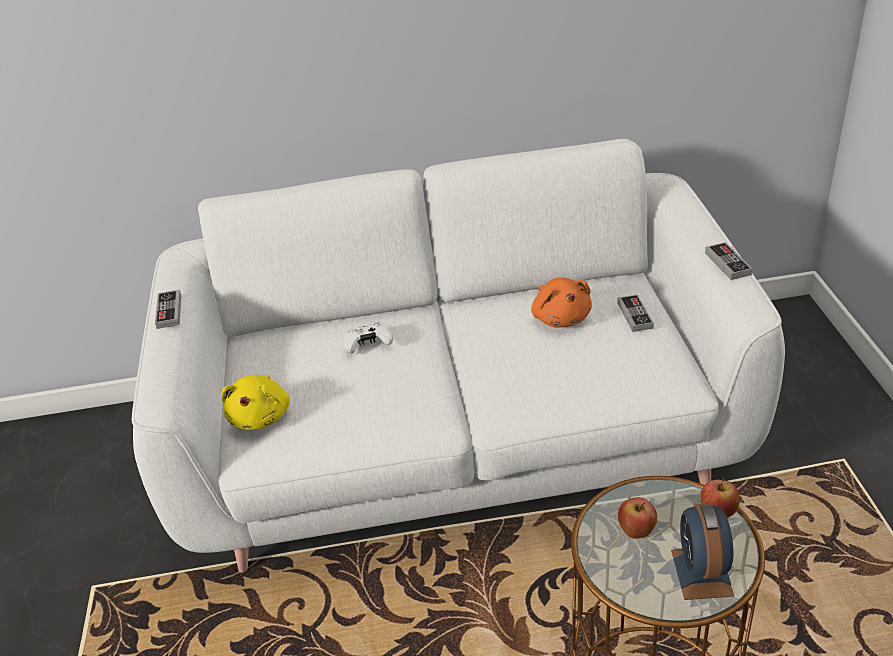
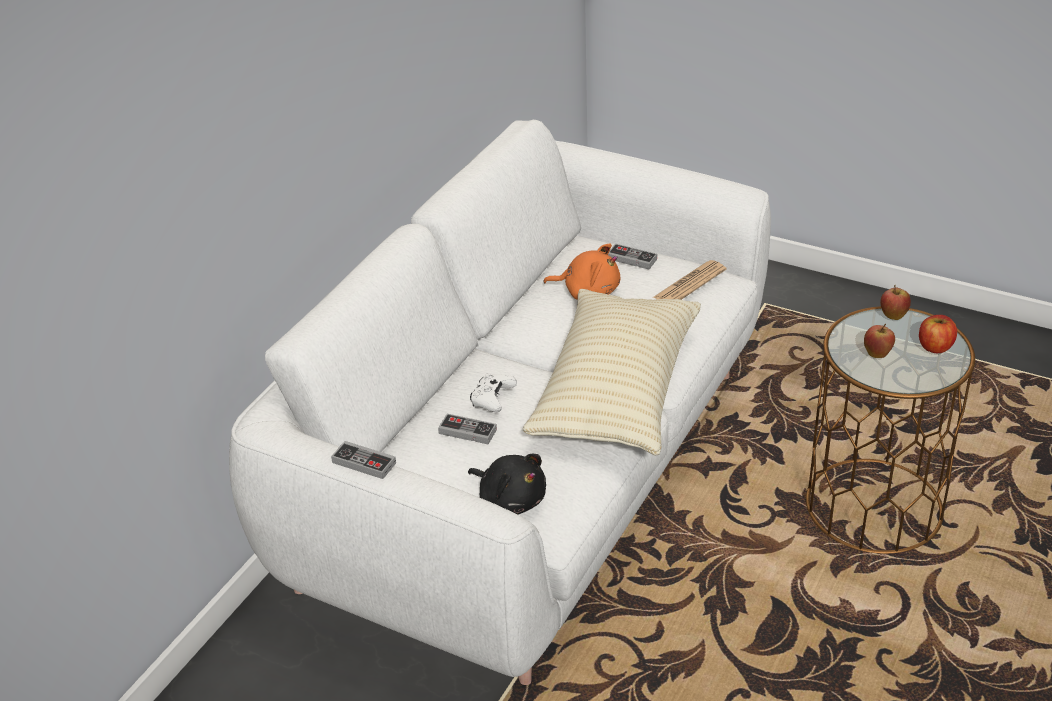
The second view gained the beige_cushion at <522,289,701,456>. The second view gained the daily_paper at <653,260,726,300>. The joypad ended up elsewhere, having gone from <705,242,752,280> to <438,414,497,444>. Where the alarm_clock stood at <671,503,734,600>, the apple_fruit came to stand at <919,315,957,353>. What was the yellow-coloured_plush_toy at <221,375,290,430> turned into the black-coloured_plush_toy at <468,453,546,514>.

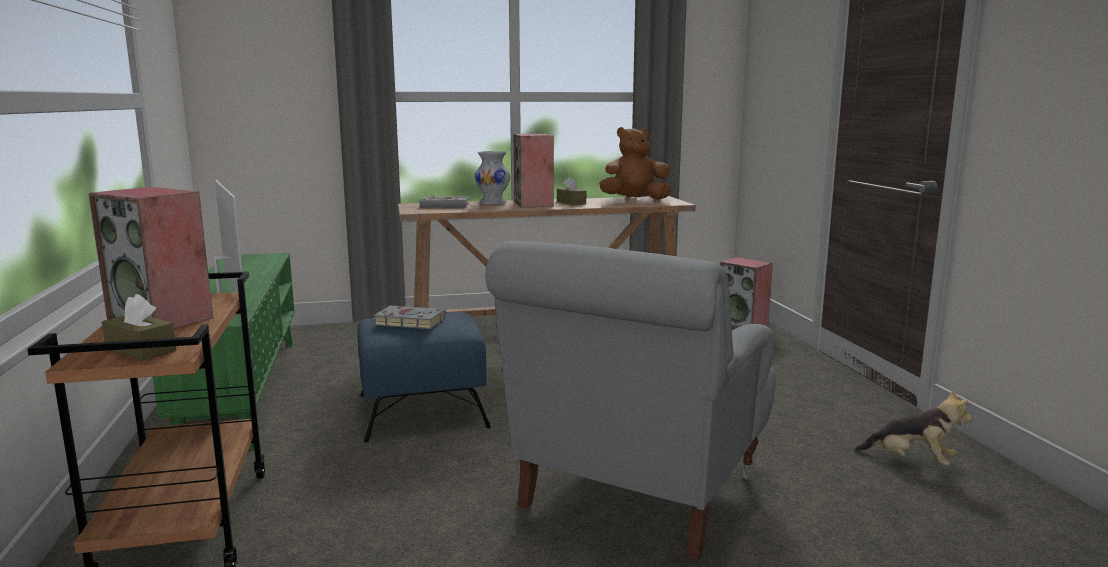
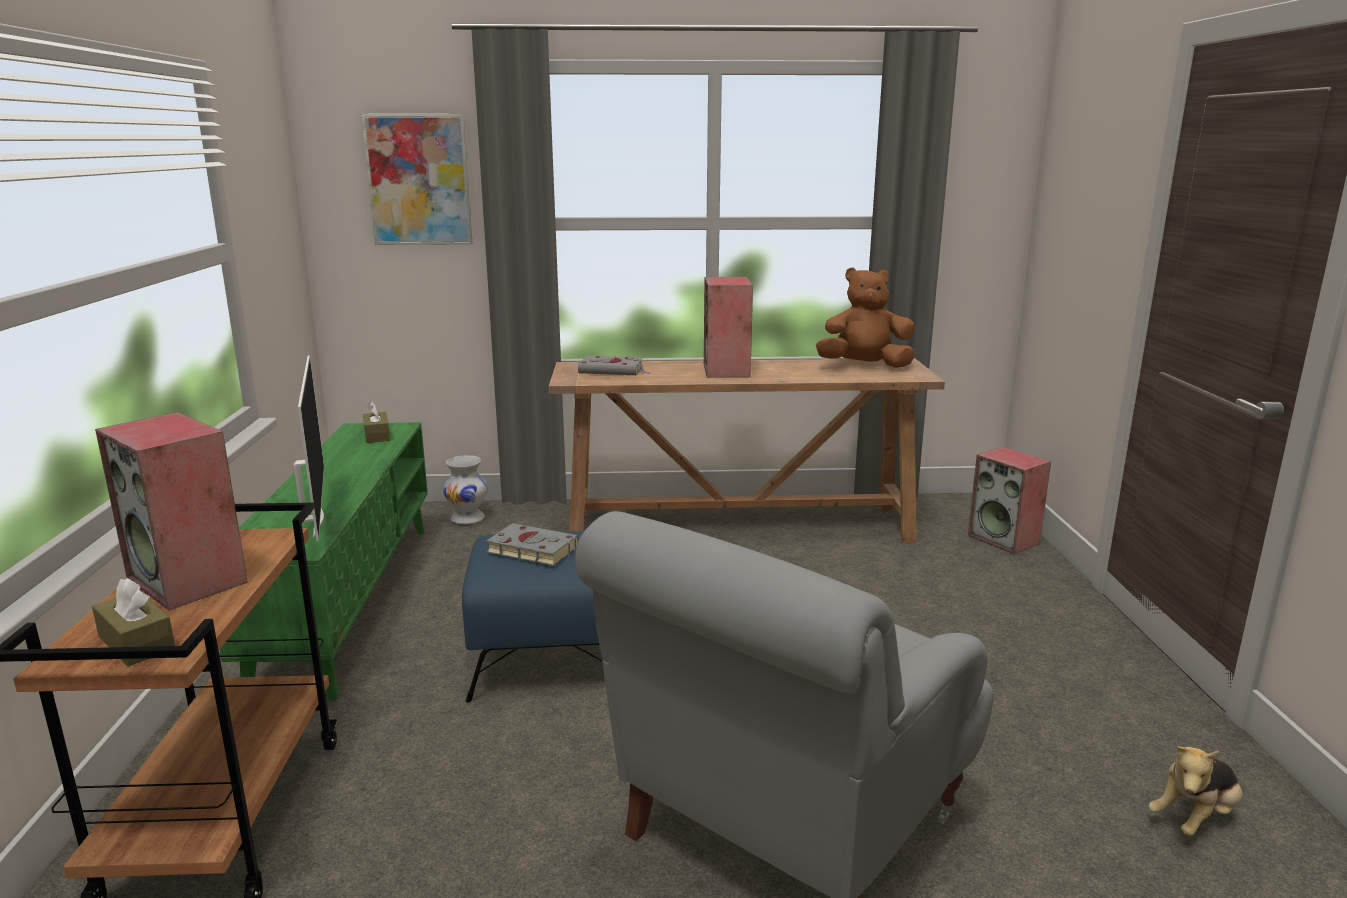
The second view gained the picture at <362,114,473,245>. The white_vase ended up elsewhere, having gone from <475,151,510,205> to <443,455,488,524>. The brown_tissue_box ended up elsewhere, having gone from <557,176,586,205> to <363,401,390,443>. The plush_toy at <855,390,973,465> ended up facing another way, 105 degrees clockwise from before.

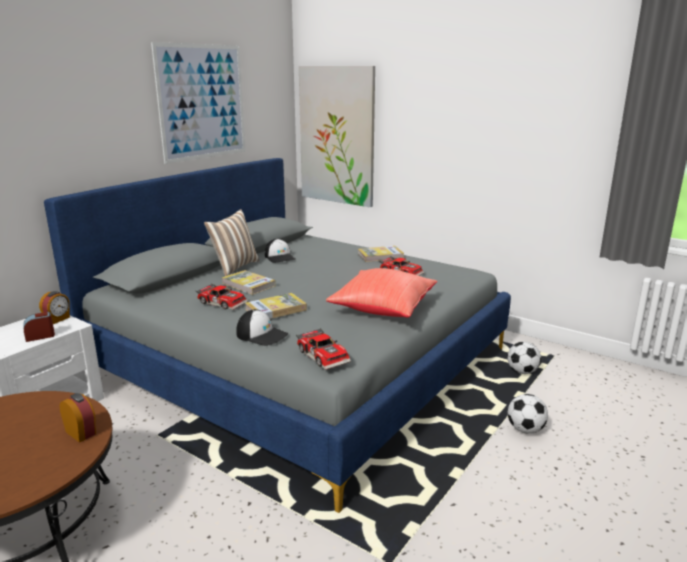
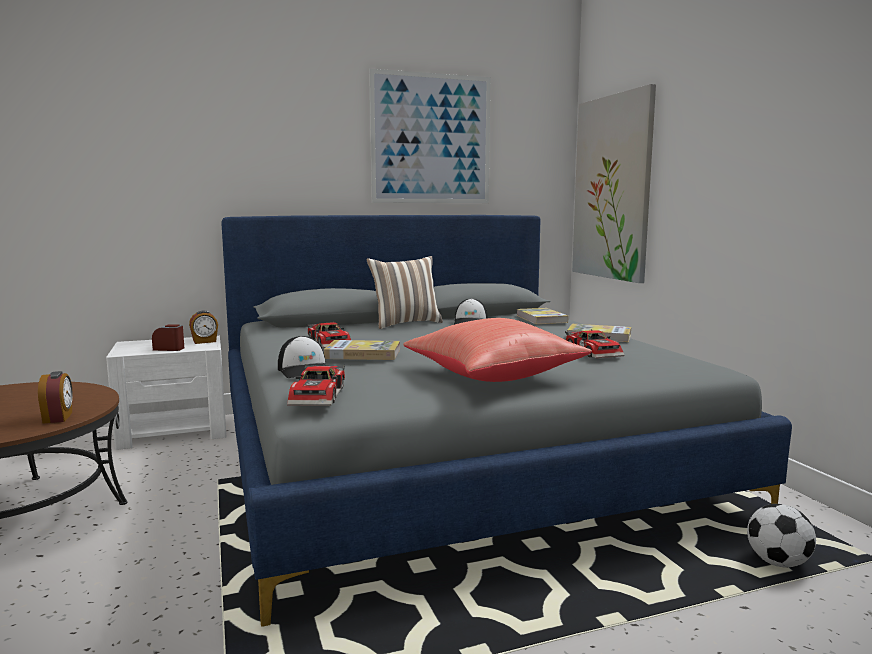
The second view lost the ball_for_football at <508,394,548,434>. The book ended up elsewhere, having gone from <222,270,275,295> to <516,308,568,324>.

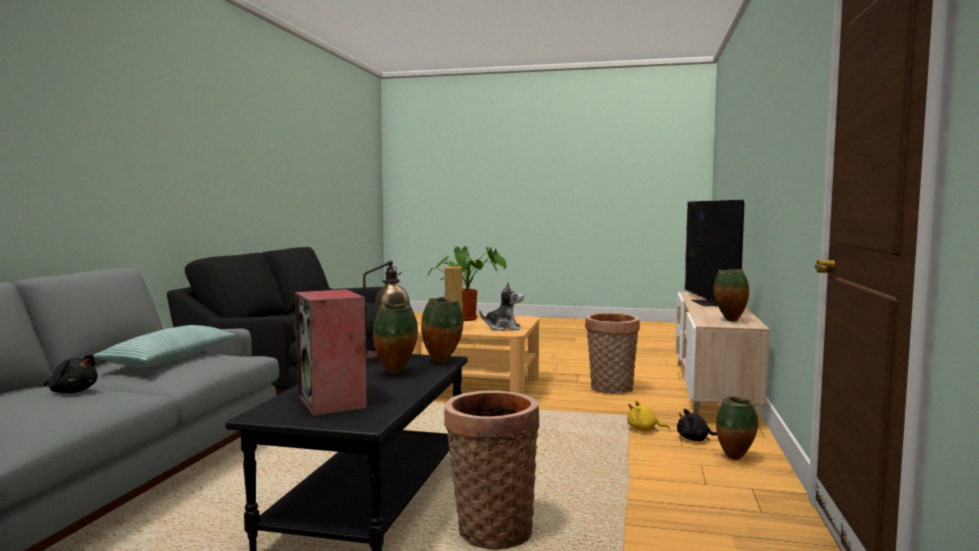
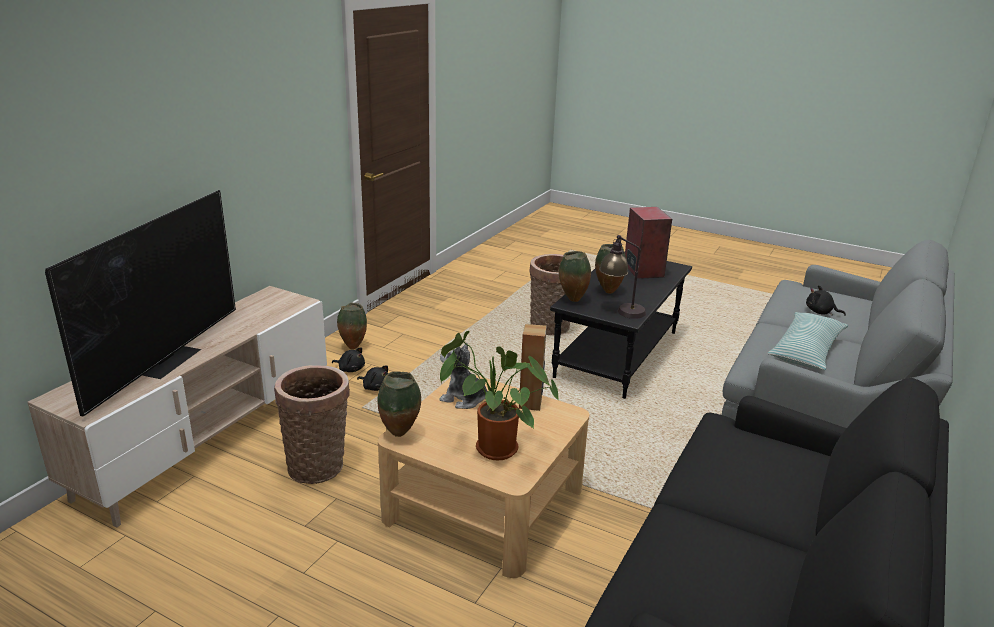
The vase ended up elsewhere, having gone from <714,269,749,321> to <377,371,421,437>. What was the yellow-coloured_plush_toy at <627,400,670,432> turned into the black-coloured_plush_toy at <357,365,388,391>.

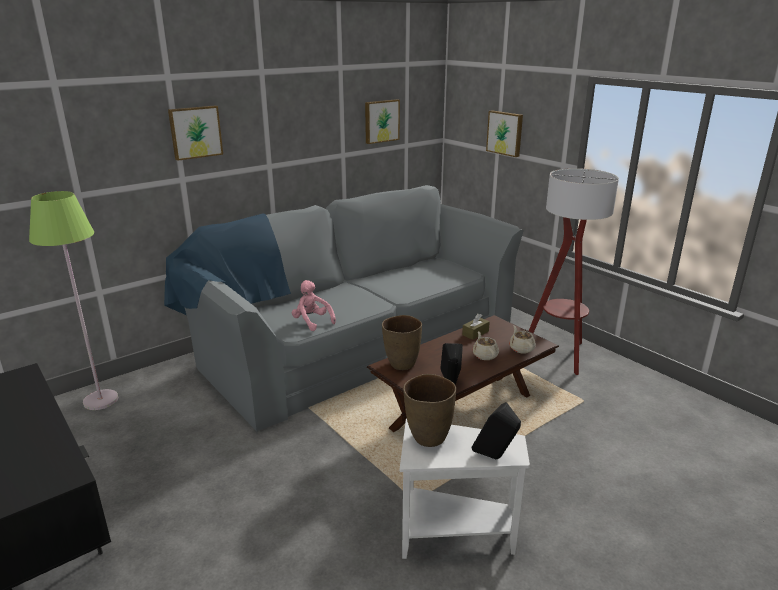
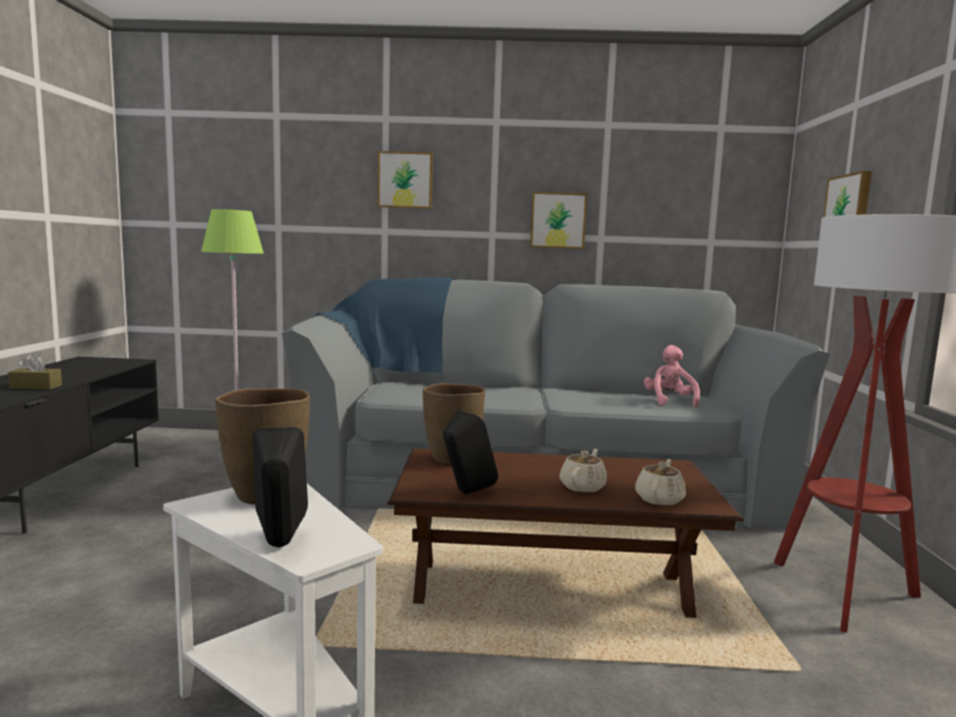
The pink-coloured_plush_toy ended up elsewhere, having gone from <292,280,336,331> to <644,345,700,407>. The picture ended up elsewhere, having gone from <365,99,400,144> to <530,192,587,249>. The brown_tissue_box ended up elsewhere, having gone from <462,314,490,340> to <8,354,62,390>.

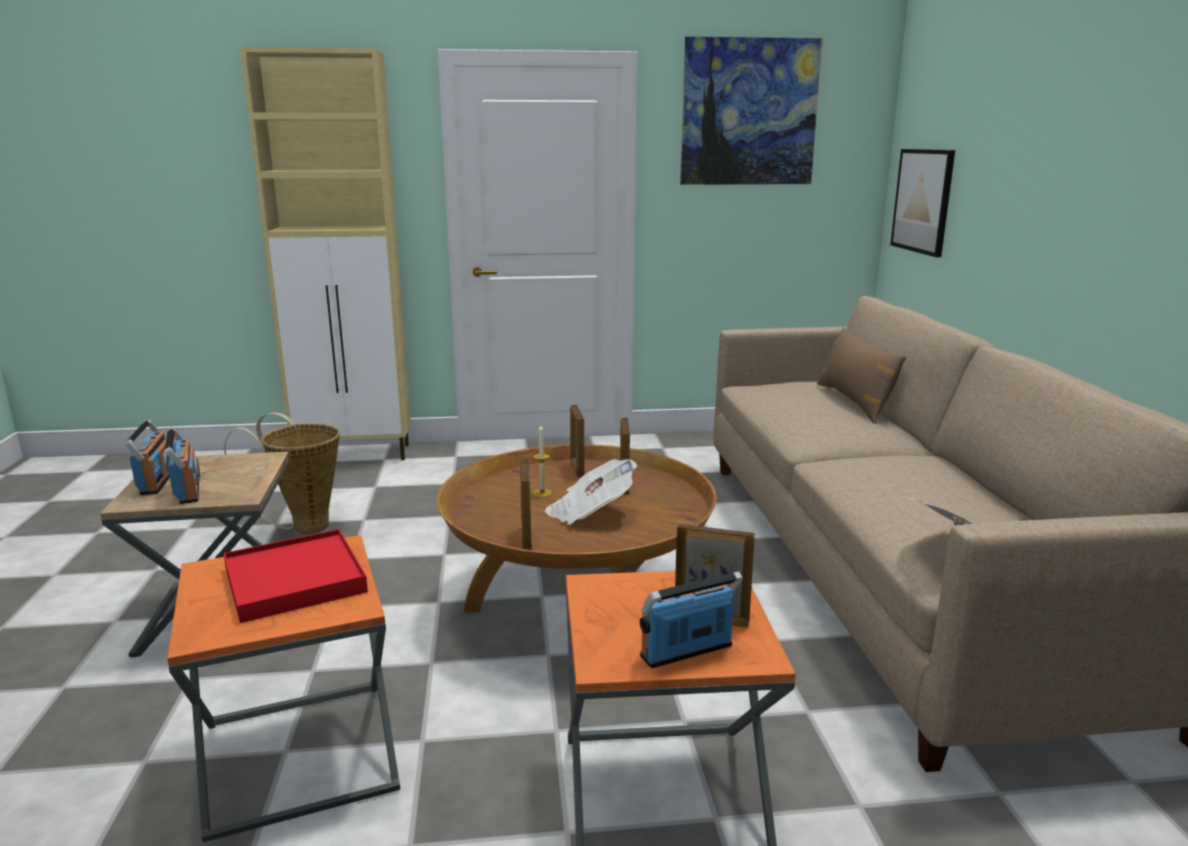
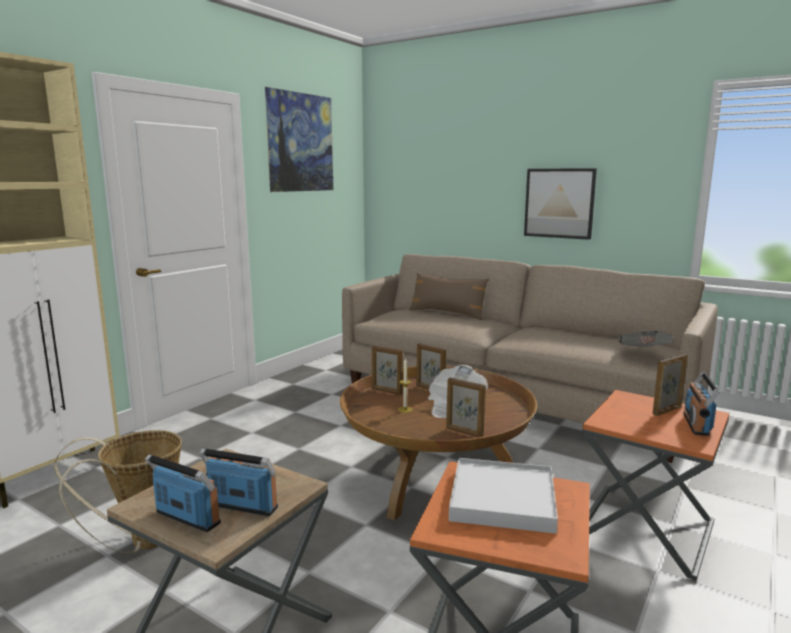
The picture ended up elsewhere, having gone from <890,149,955,257> to <524,168,597,240>. What was the reddish_tray at <223,529,368,623> turned into the white_tray at <449,458,558,534>.

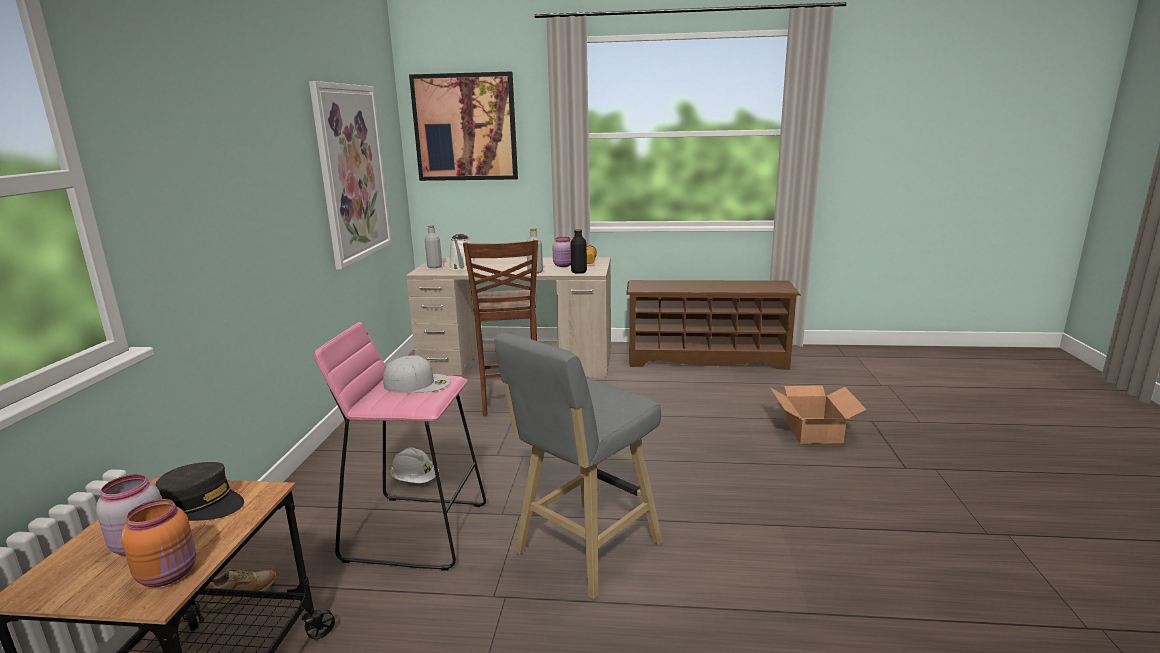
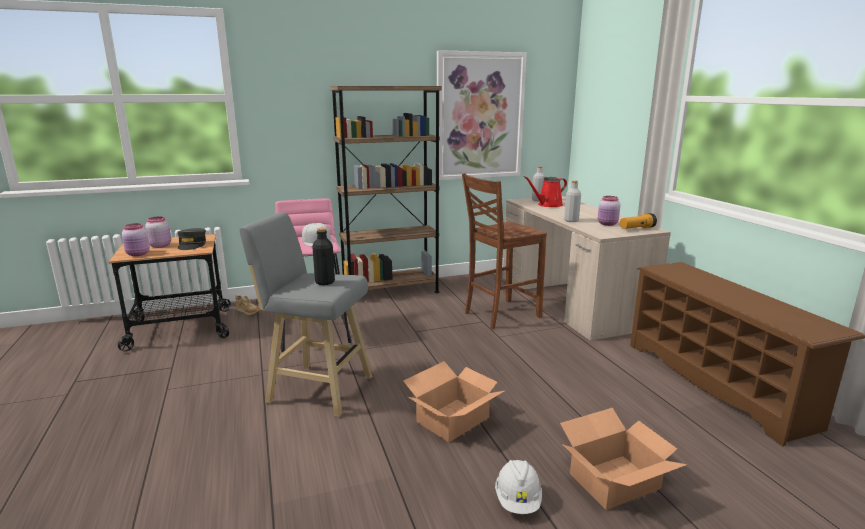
The second view lost the picture at <409,71,518,181>. The second view gained the brown_bookshelf at <330,86,442,293>. The second view gained the carton at <403,361,504,442>. The white_work_helmet ended up elsewhere, having gone from <391,448,439,483> to <495,460,542,514>. The black-coloured_beverage_bottle ended up elsewhere, having gone from <570,228,587,274> to <312,228,335,285>. What was the orange_storage_jar at <121,499,196,587> turned into the pink-coloured_storage_jar at <122,223,150,256>. What was the white_watering_pot at <448,234,476,270> turned into the reddish_watering_pot at <524,176,567,207>.

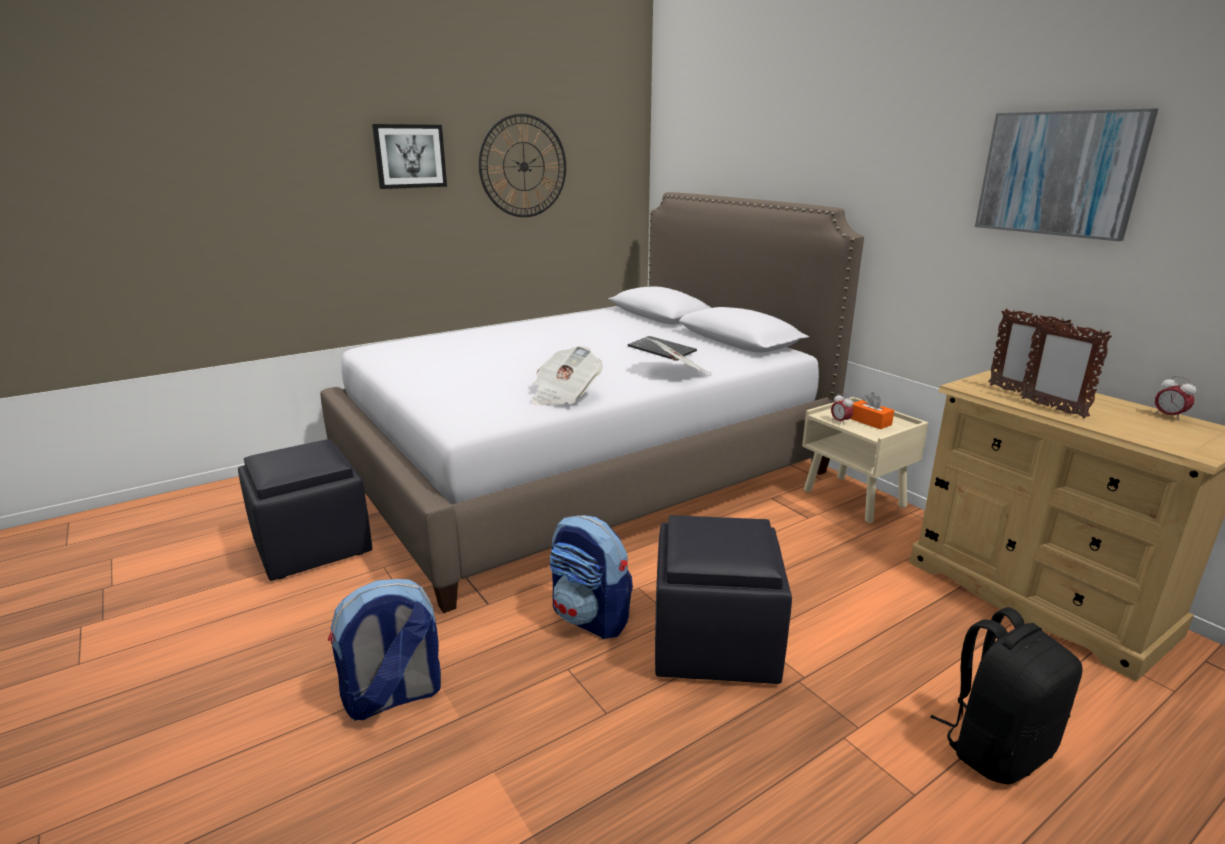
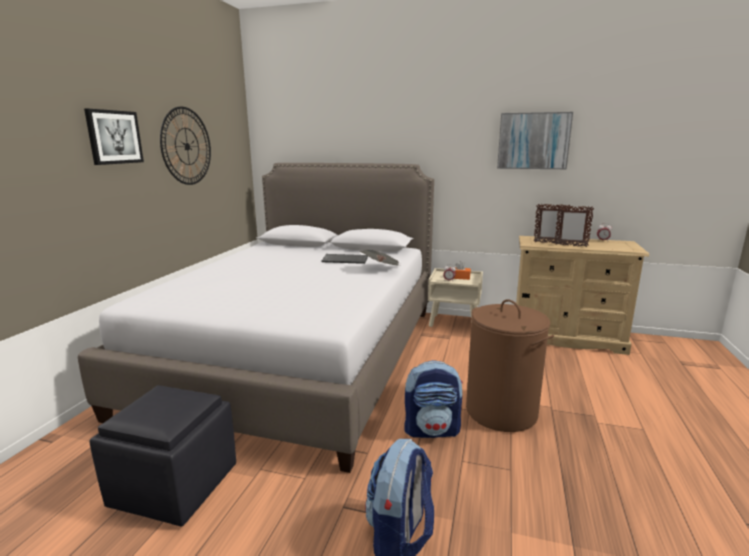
The second view lost the daily_paper at <531,346,602,405>. The second view lost the black-coloured_backpack at <930,607,1083,784>. Where the black-coloured_pouffe stood at <655,515,792,684>, the brown_washing_basket came to stand at <466,299,554,432>.

